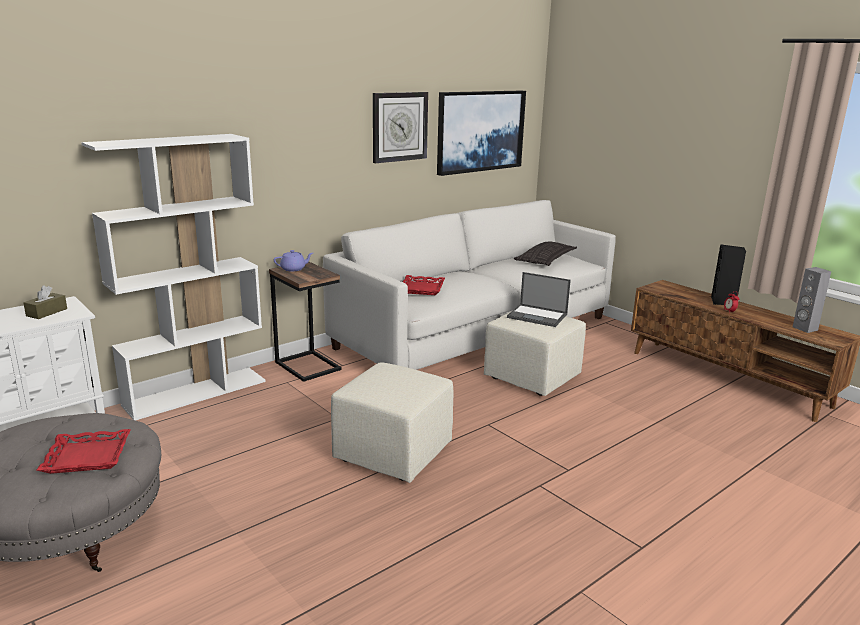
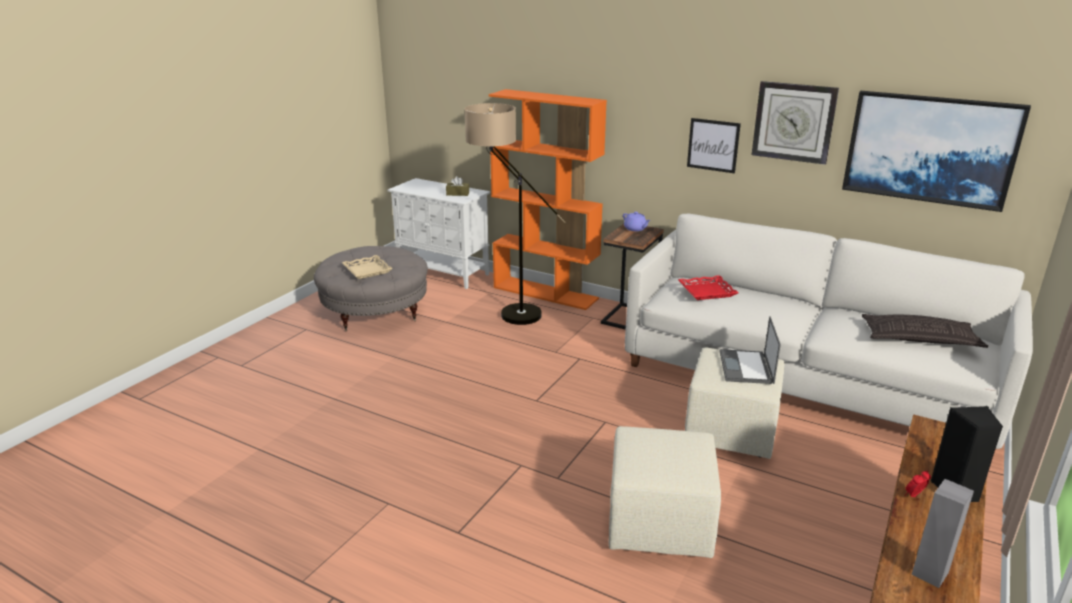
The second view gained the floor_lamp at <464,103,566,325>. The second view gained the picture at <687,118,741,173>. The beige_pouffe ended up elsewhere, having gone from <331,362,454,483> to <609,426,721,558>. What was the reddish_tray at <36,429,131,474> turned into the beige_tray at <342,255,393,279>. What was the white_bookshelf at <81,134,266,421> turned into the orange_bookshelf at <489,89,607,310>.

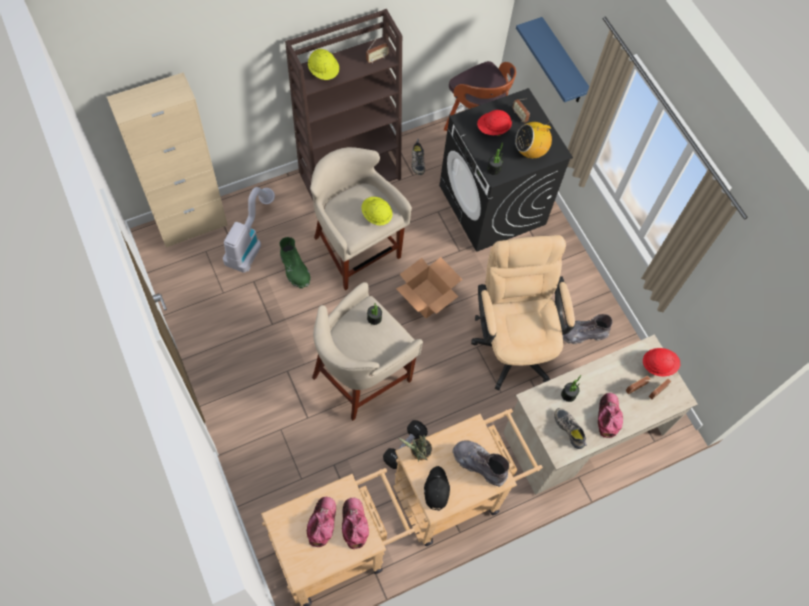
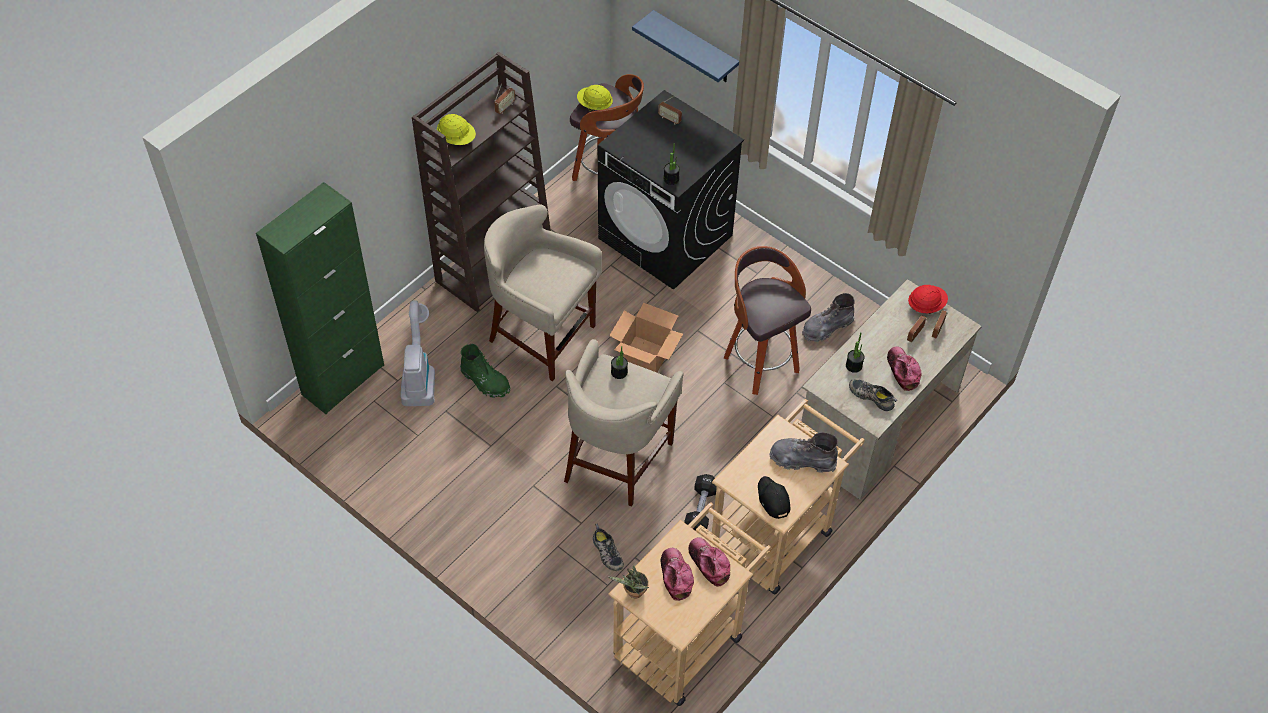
The second view lost the reddish_work_helmet at <477,110,512,136>. The second view lost the radio at <515,120,552,159>. The yellow-coloured_work_helmet ended up elsewhere, having gone from <362,197,393,225> to <577,85,613,112>. The houseplant ended up elsewhere, having gone from <399,435,432,462> to <608,566,649,599>. The low_shoe ended up elsewhere, having gone from <411,139,425,175> to <593,523,624,571>. Where the beige_office_chair stood at <471,235,575,391>, the stool came to stand at <724,246,811,395>. What was the beige_cupboard at <107,72,228,248> turned into the greenish_cupboard at <256,182,384,414>.

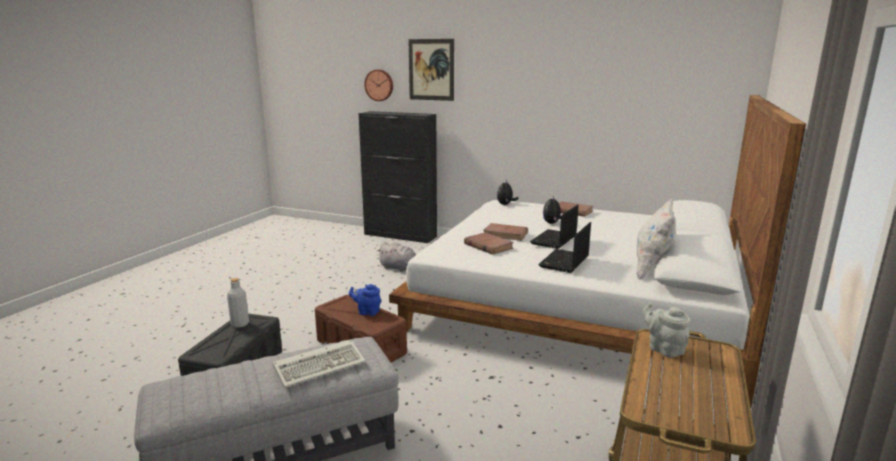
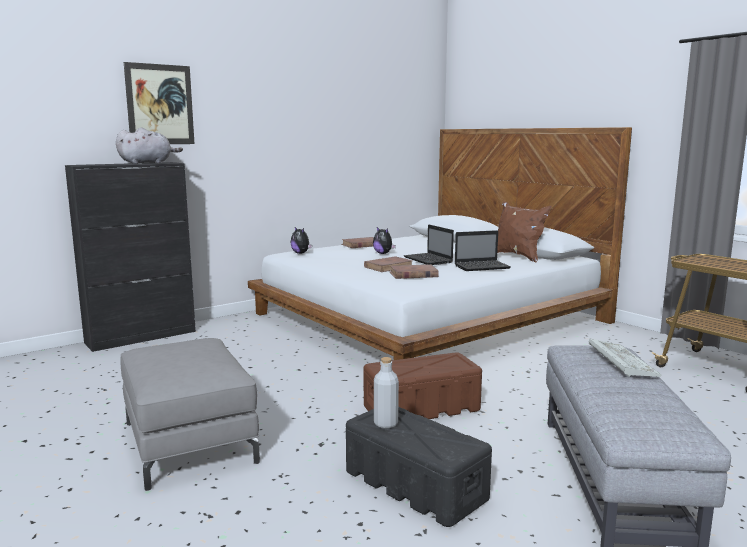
The second view lost the blue_tea_pot at <349,284,381,316>. The second view lost the hanging_clock at <364,69,393,101>. The second view lost the grey_tea_pot at <643,302,691,358>. The second view gained the grey_pouffe at <121,338,260,491>. The grey_plush_toy ended up elsewhere, having gone from <376,242,416,272> to <116,128,183,164>. What was the white_cushion at <636,199,675,280> turned into the brown_cushion at <497,201,552,262>. The laptop at <539,222,591,273> ended up facing another way, 75 degrees counterclockwise from before.

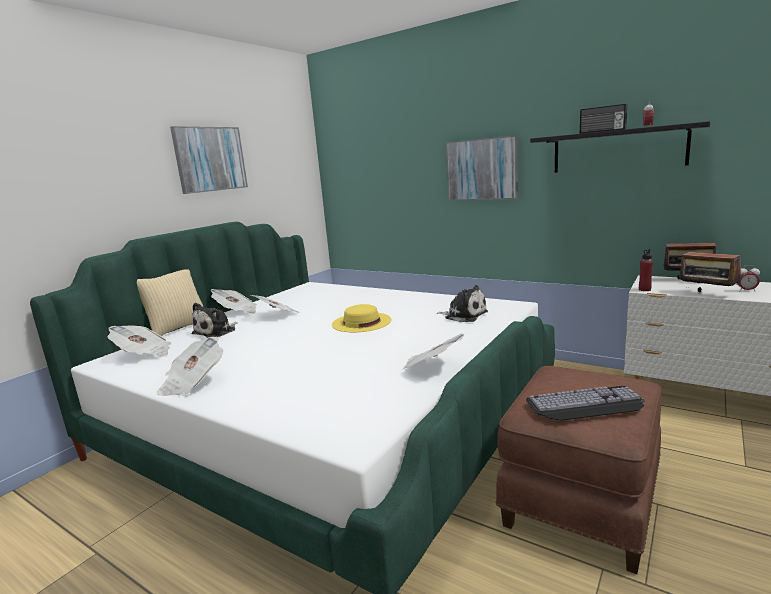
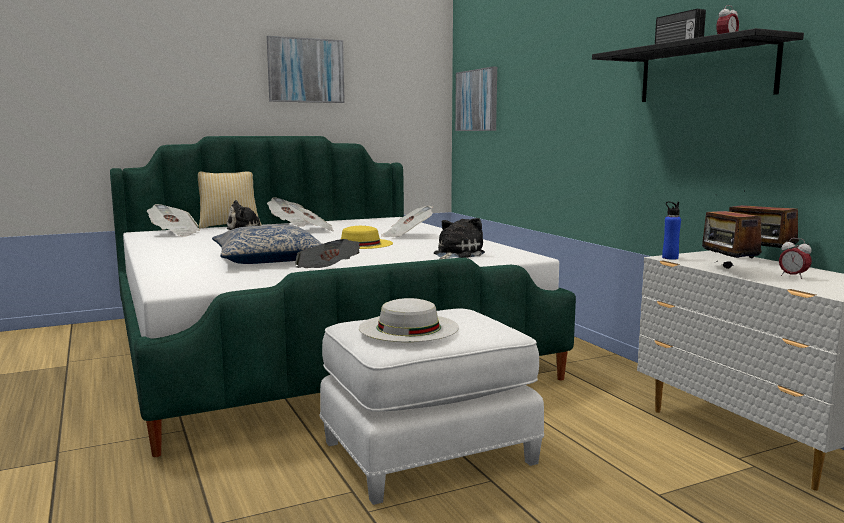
The second view gained the cushion at <212,225,322,264>. The daily_paper ended up elsewhere, having gone from <157,337,223,396> to <381,206,433,237>. The picture ended up elsewhere, having gone from <446,135,518,201> to <455,67,497,131>. Where the PC_keyboard stood at <526,386,645,421>, the white_hat came to stand at <359,298,459,342>. What was the brown_pouffe at <495,366,662,574> turned into the white_pouffe at <319,308,544,505>. What was the reddish_beverage_bottle at <639,249,653,291> turned into the blue_beverage_bottle at <662,201,681,260>. The plush_toy at <437,285,488,322> ended up facing another way, 120 degrees counterclockwise from before.

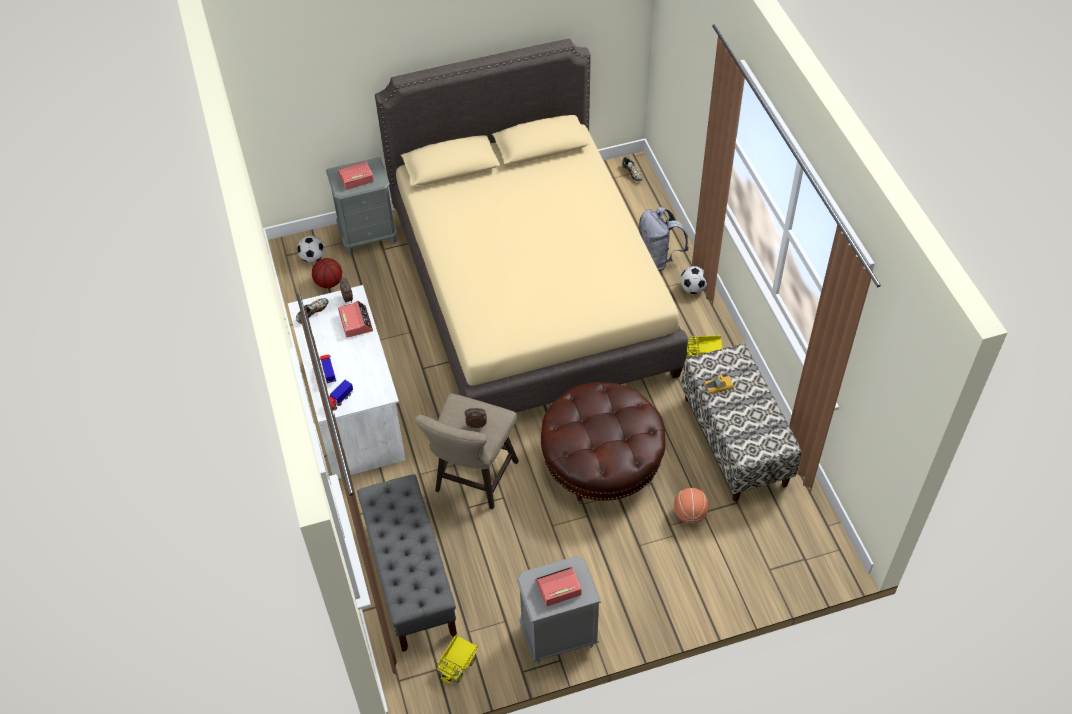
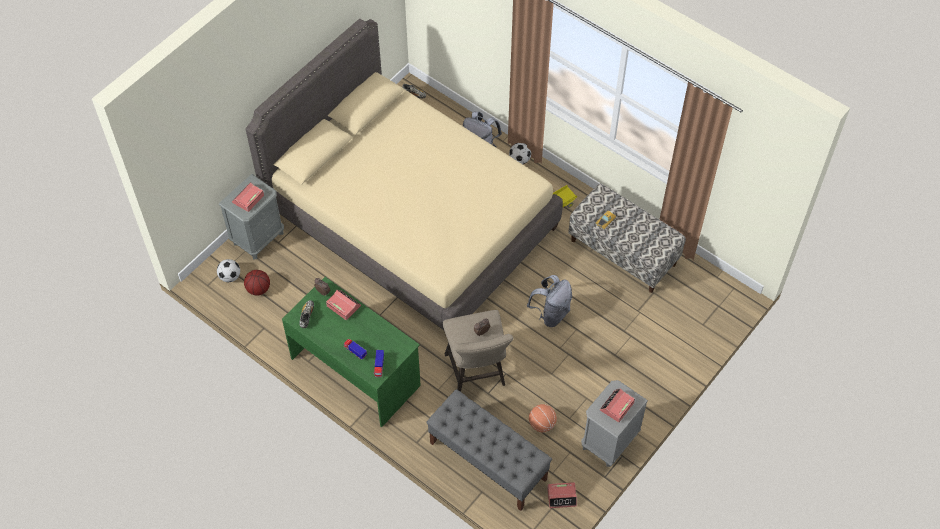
The basketball ended up elsewhere, having gone from <674,488,709,523> to <529,404,557,432>. Where the toy_lorry stood at <437,634,478,685>, the alarm_clock came to stand at <547,482,577,508>. Where the brown_pouffe stood at <541,382,665,504>, the grey_backpack came to stand at <527,275,572,327>. What was the white_desk_table at <288,285,406,479> turned into the greenish_desk_table at <282,277,421,427>.

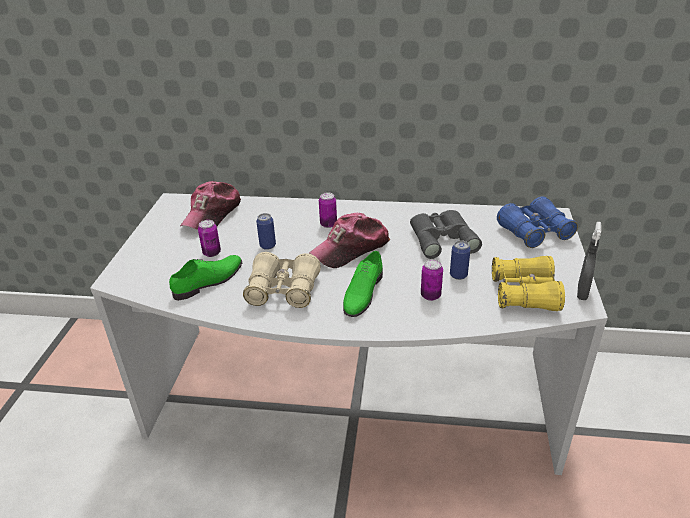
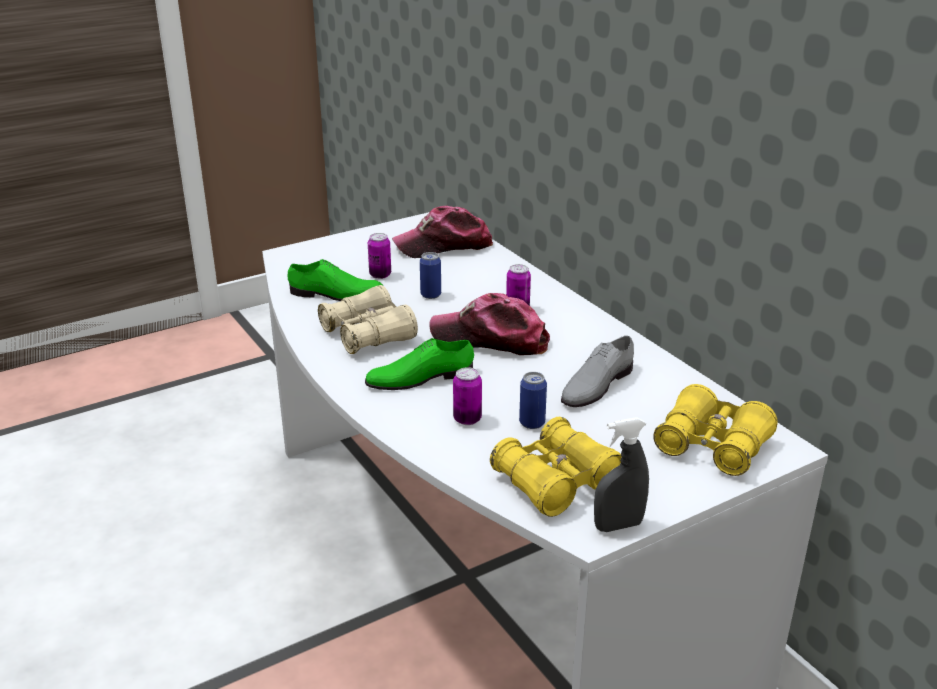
Where the grey_field_glasses stood at <410,210,482,259>, the grey_low_shoe came to stand at <561,336,634,407>. What was the blue_field_glasses at <497,196,578,248> turned into the yellow-coloured_field_glasses at <653,384,778,476>.

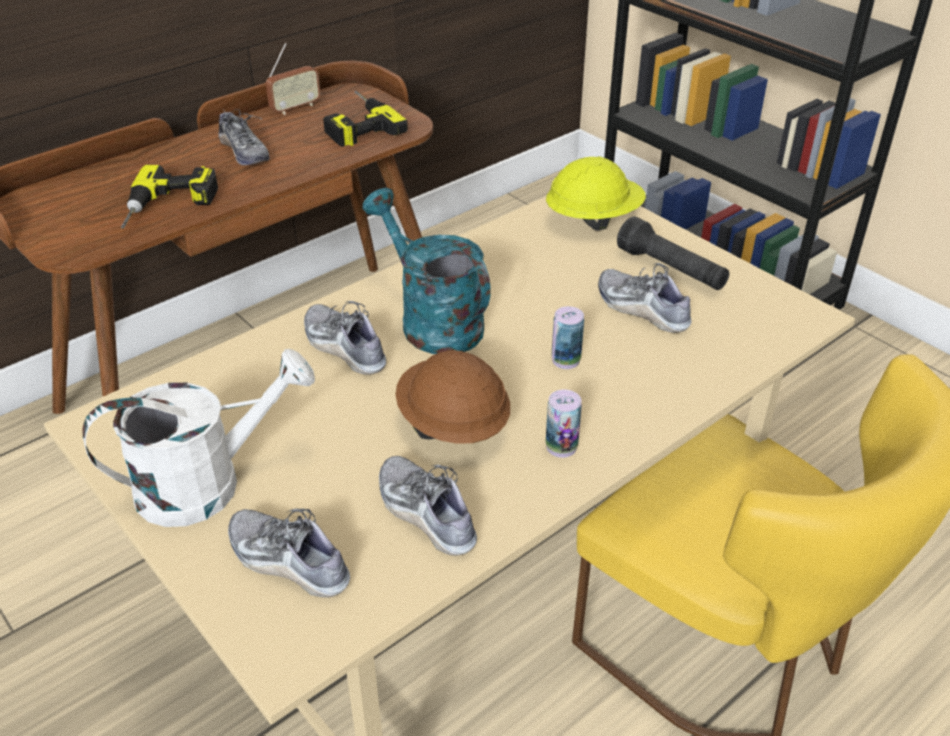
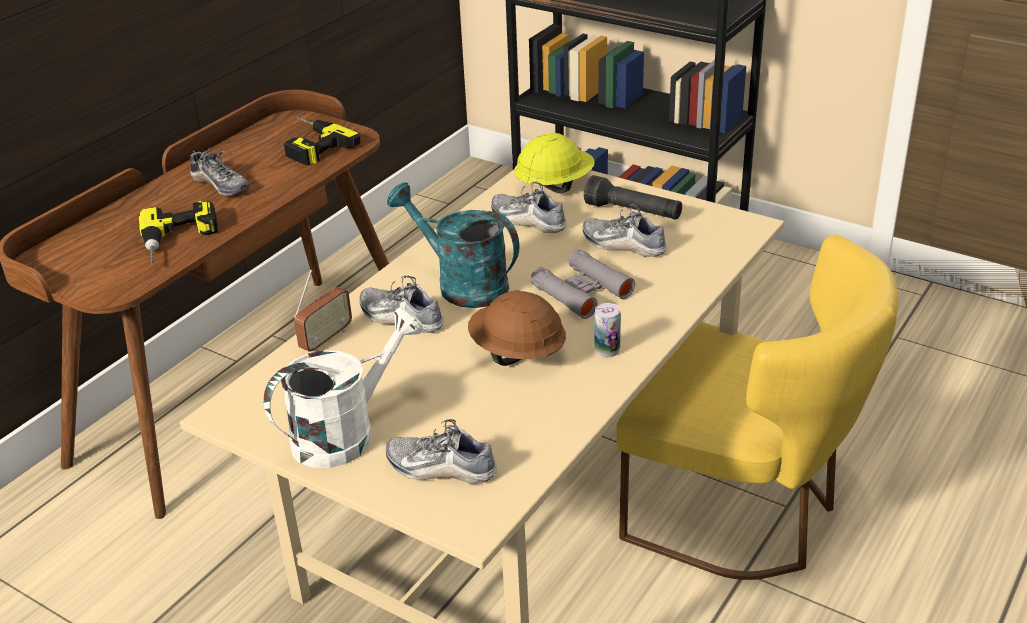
The radio ended up elsewhere, having gone from <266,43,320,115> to <294,269,352,352>. The low_shoe ended up elsewhere, having gone from <379,456,477,556> to <491,182,566,233>. Where the metal_can stood at <551,306,584,369>, the grey_field_glasses came to stand at <530,249,635,319>.

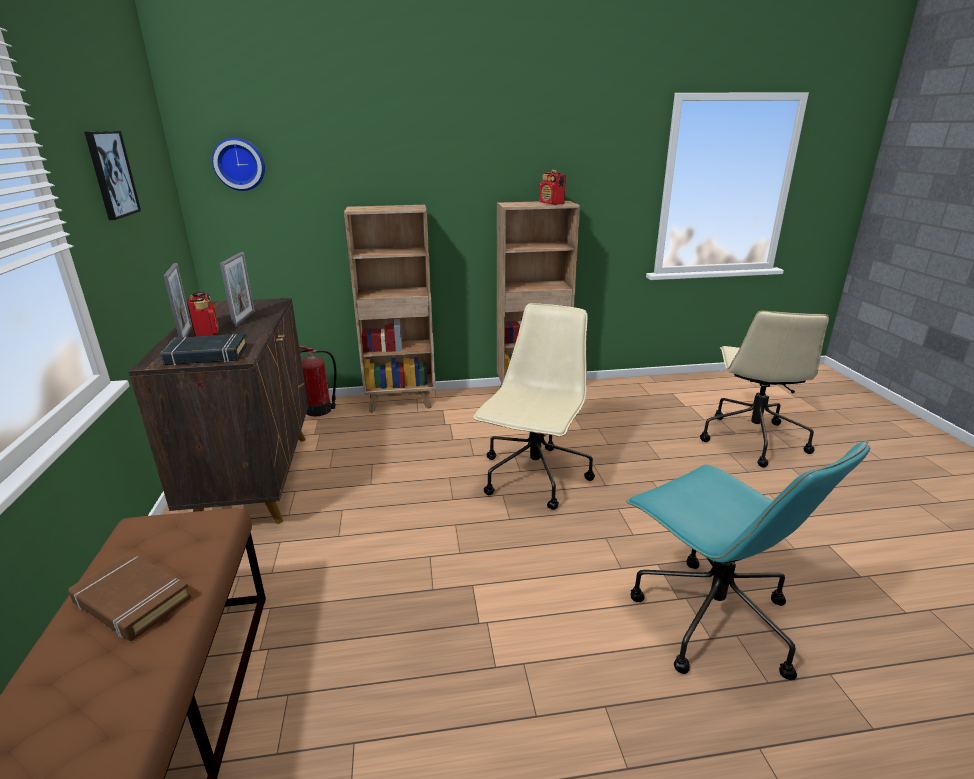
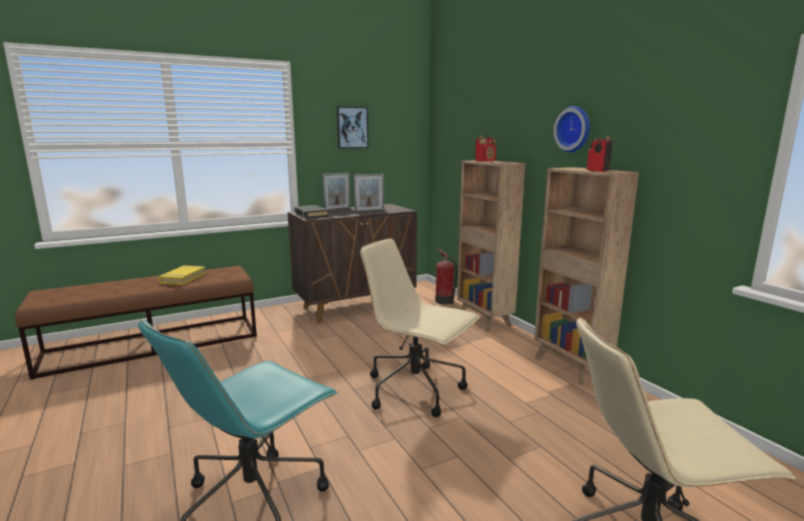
The radio ended up elsewhere, having gone from <187,292,219,337> to <475,136,496,162>. The hanging_clock ended up elsewhere, having gone from <212,138,265,191> to <554,106,590,152>. What was the brown_book at <68,551,191,641> turned into the yellow-coloured_book at <158,266,206,285>. The beige_office_chair at <474,303,595,510> ended up facing another way, 150 degrees counterclockwise from before.

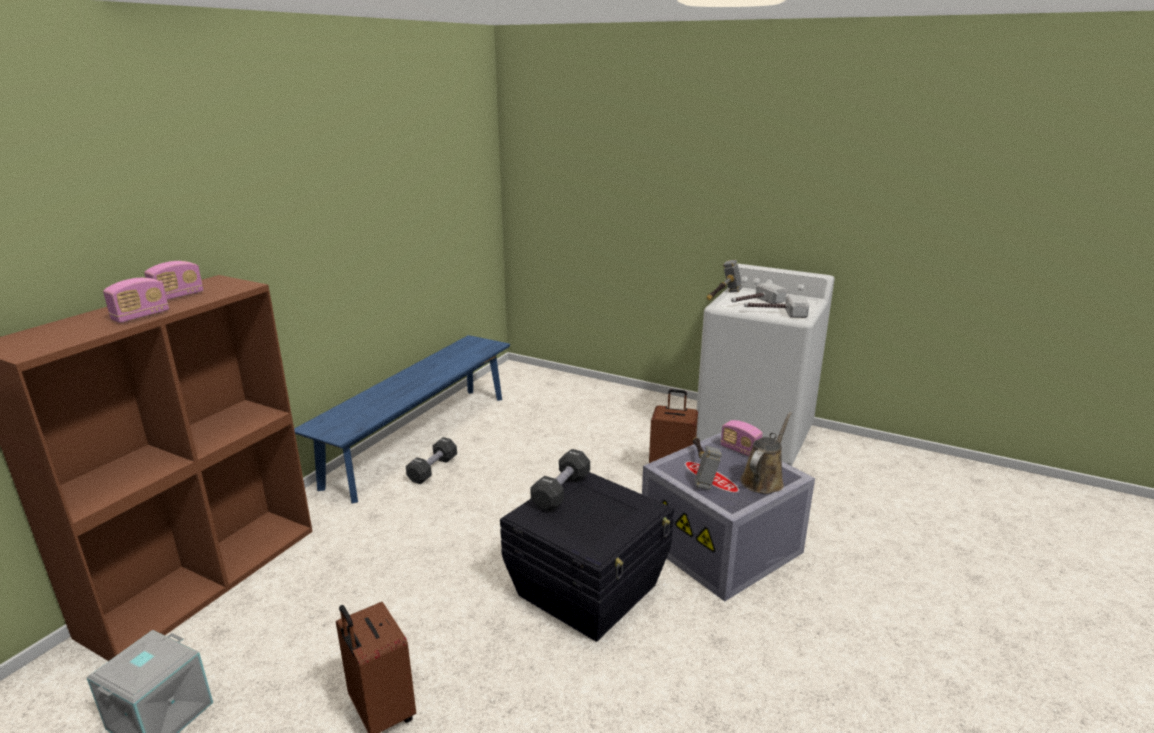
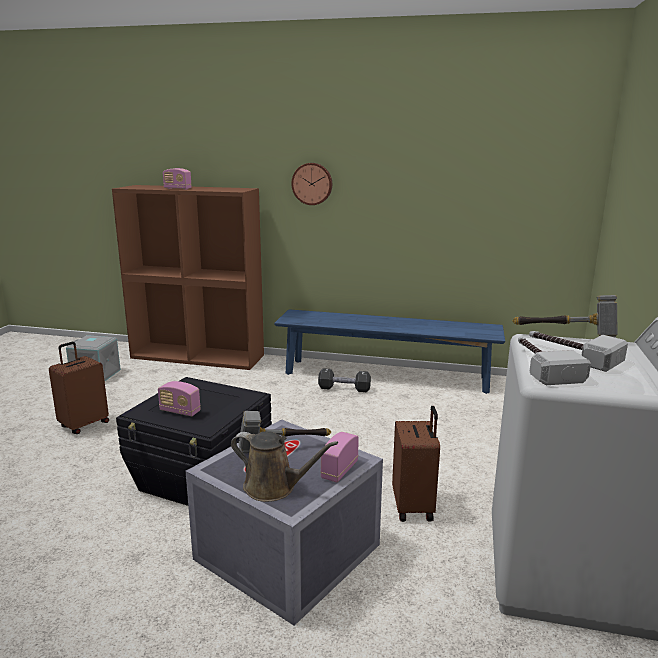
The second view lost the black-coloured_hand_weight at <530,449,590,512>. The second view gained the hanging_clock at <291,163,332,205>. The radio ended up elsewhere, having gone from <144,261,204,300> to <158,381,201,416>.

